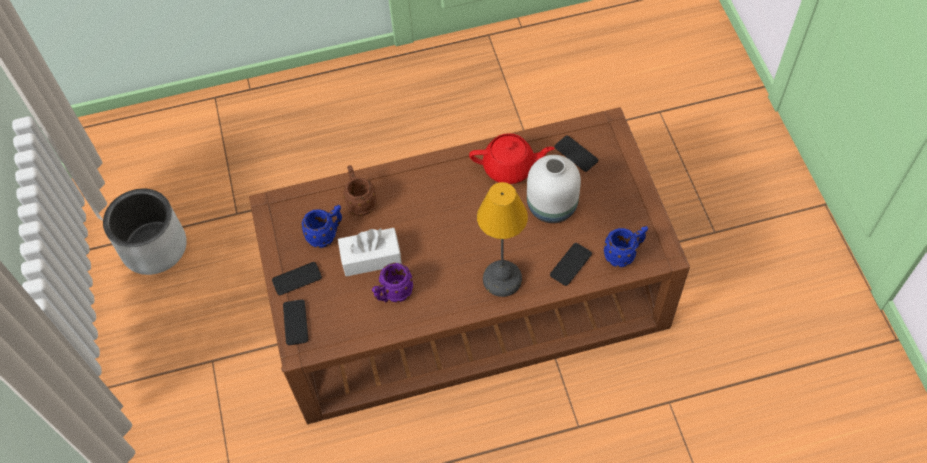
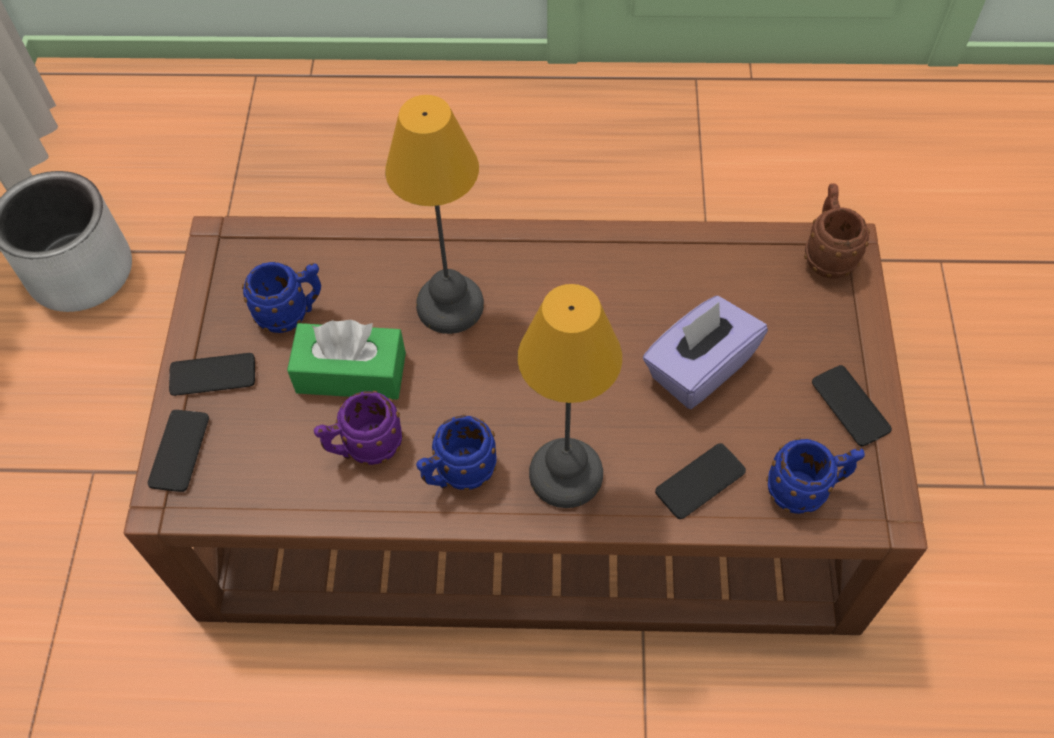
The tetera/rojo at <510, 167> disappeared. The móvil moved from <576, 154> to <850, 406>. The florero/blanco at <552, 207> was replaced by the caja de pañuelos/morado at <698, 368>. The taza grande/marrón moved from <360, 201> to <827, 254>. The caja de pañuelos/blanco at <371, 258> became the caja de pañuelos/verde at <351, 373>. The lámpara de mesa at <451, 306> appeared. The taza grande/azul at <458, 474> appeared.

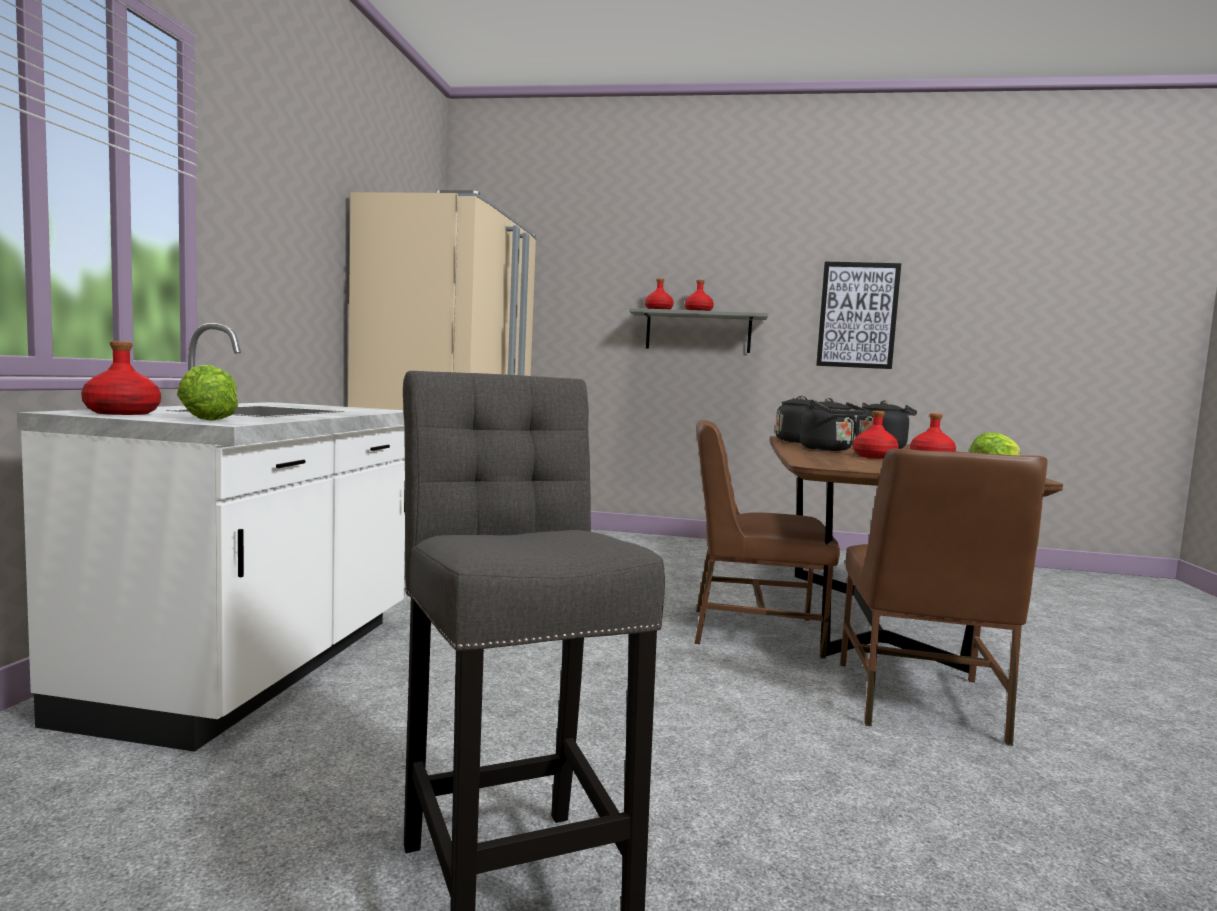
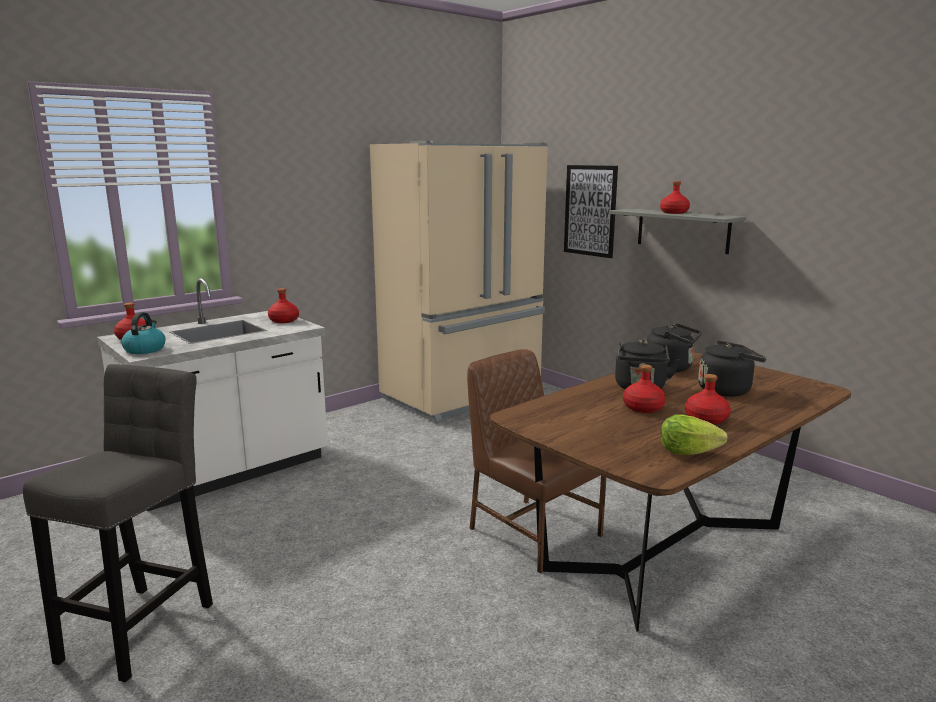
The cuadro moved from <857, 315> to <590, 210>. The botella/rojo moved from <658, 310> to <283, 320>. The lechuga at <205, 419> was replaced by the hervidor at <145, 349>. The silla/marrón at <920, 702> disappeared.

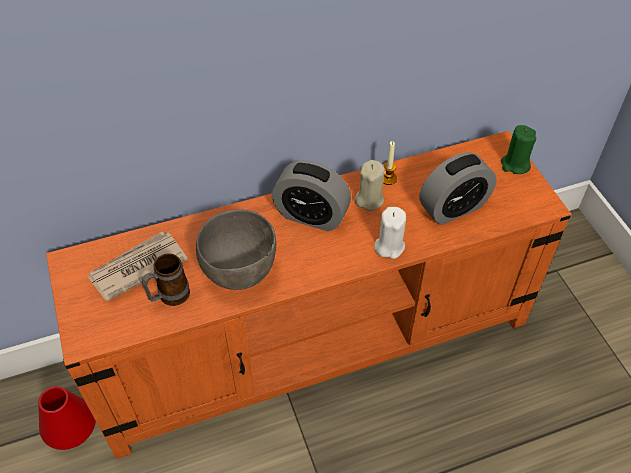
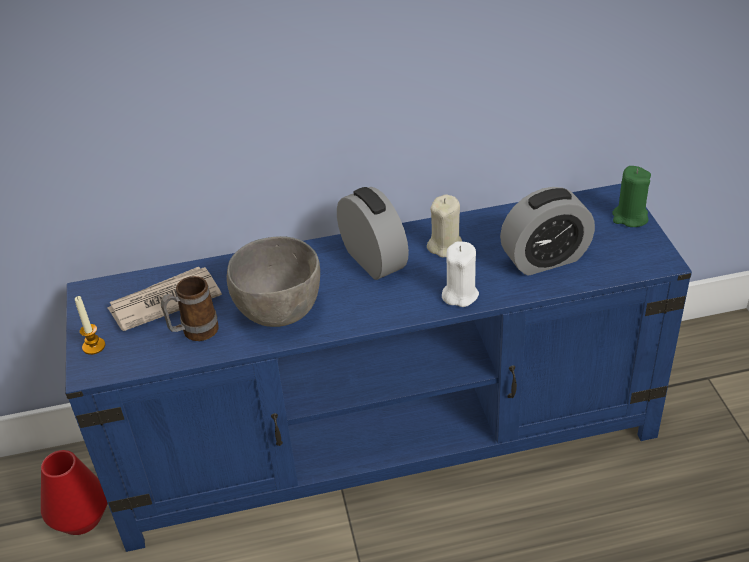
The mueble de televisión/naranja at <316, 342> became the mueble de televisión/azul at <387, 440>. The vela moved from <388, 178> to <94, 346>. The despertador at <311, 216> turned 150 degrees counterclockwise.

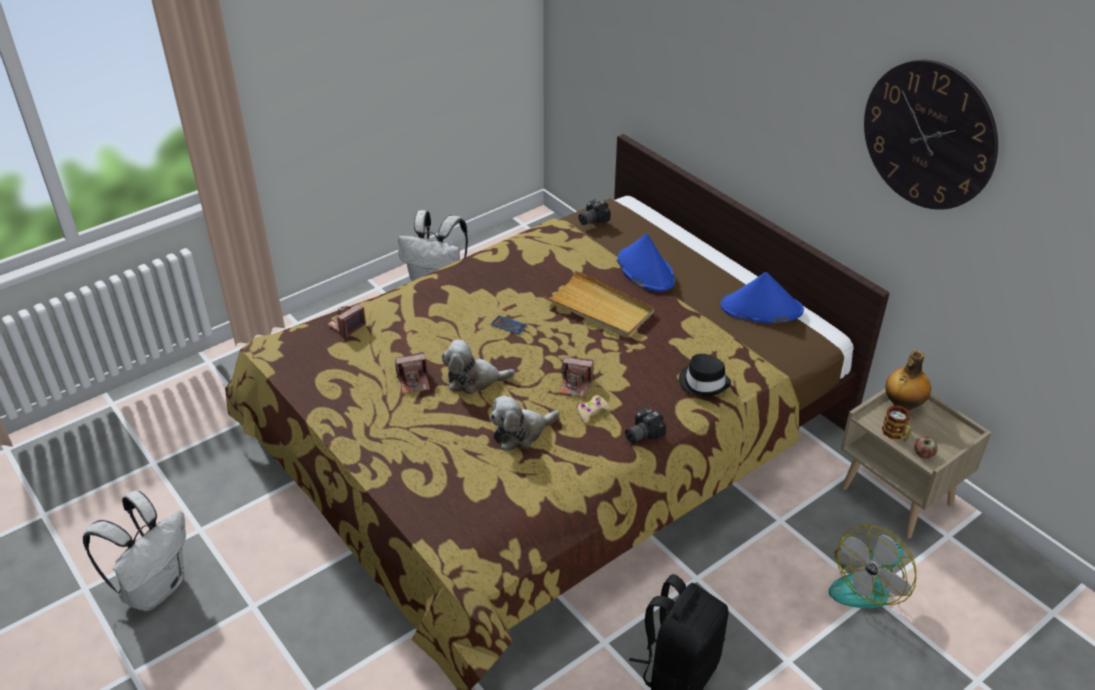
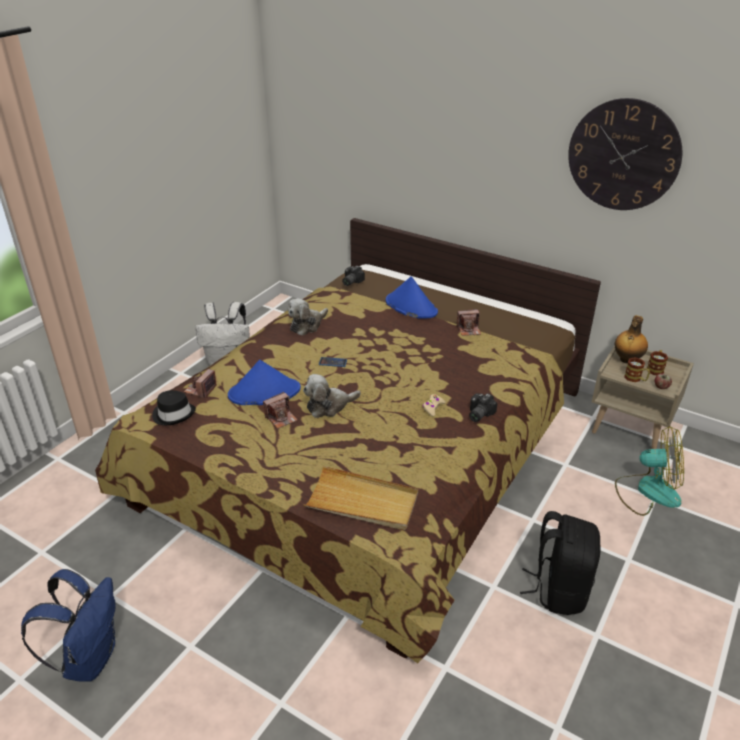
The bandeja/beis moved from <600, 308> to <362, 502>. The sombrero/azul moved from <761, 308> to <264, 392>. The sombrero/negro moved from <703, 382> to <173, 414>. The cámara moved from <575, 385> to <469, 329>. The peluche moved from <521, 433> to <307, 325>. The mochila/blanco at <155, 587> became the mochila/azul at <90, 658>. The ventilador at <868, 584> turned 105 degrees counterclockwise. The taza grande at <655, 368> appeared.

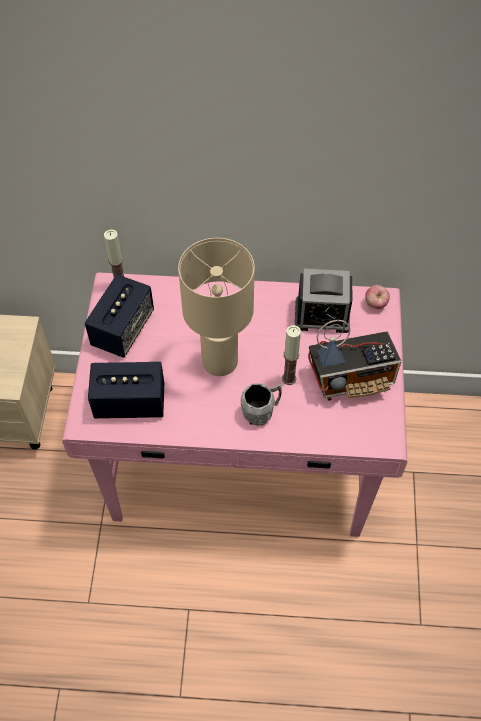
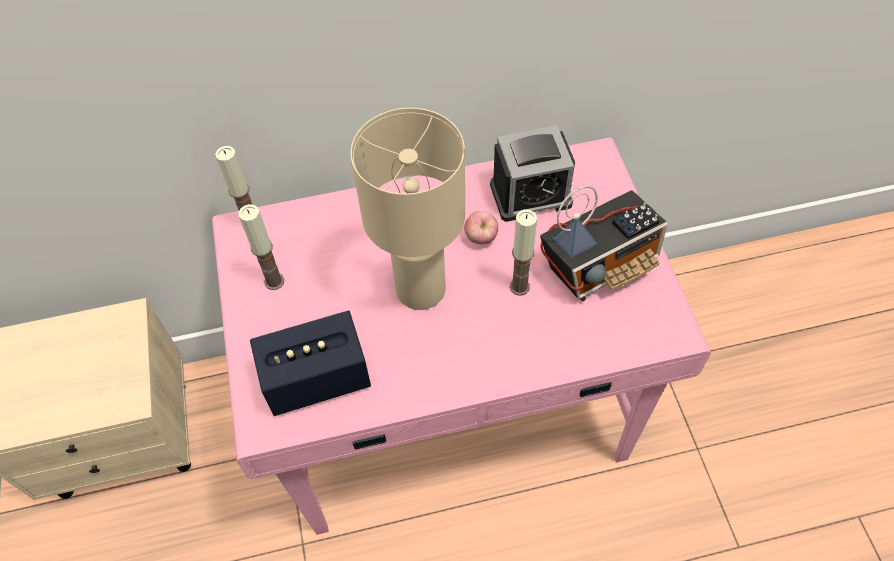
The altavoz at <123, 329> was replaced by the vela at <274, 281>. The manzana moved from <375, 304> to <481, 238>. The taza grande/gris at <261, 412> disappeared.

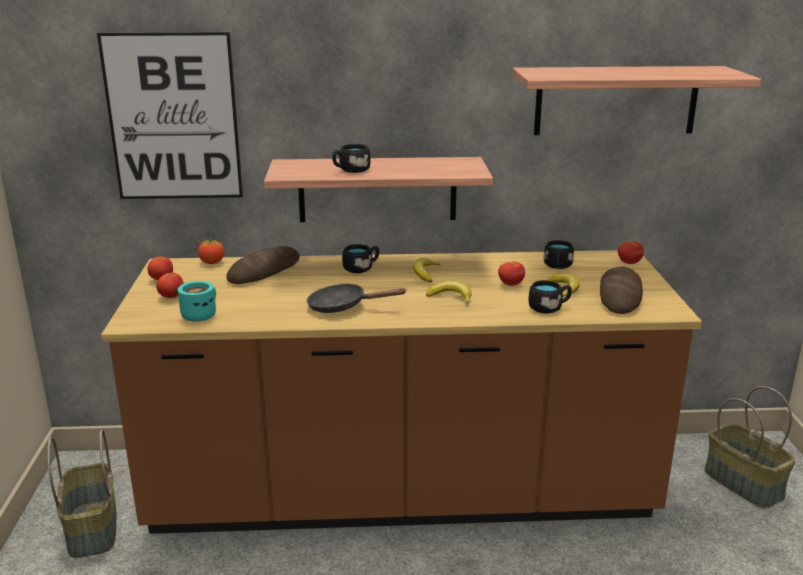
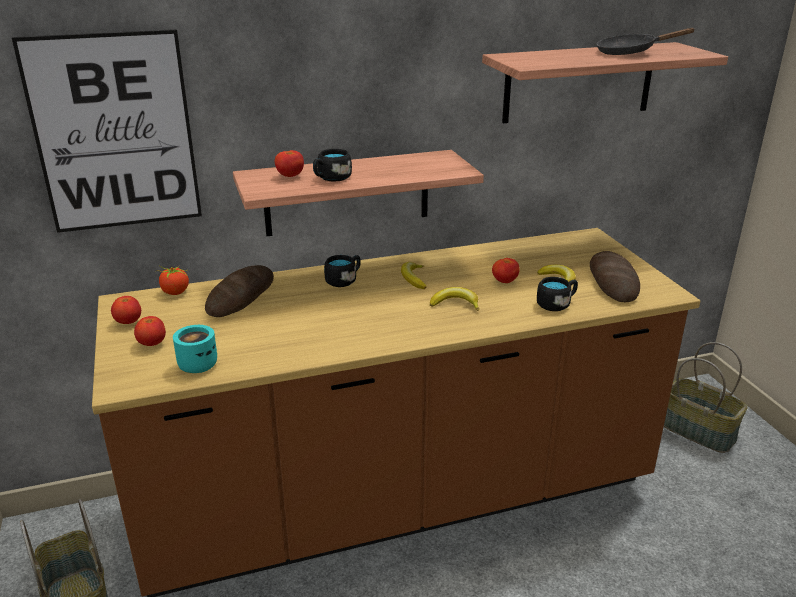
The taza grande/negro at <557, 266> disappeared. The tomate moved from <629, 263> to <290, 176>. The sartén/negro moved from <343, 306> to <631, 52>.

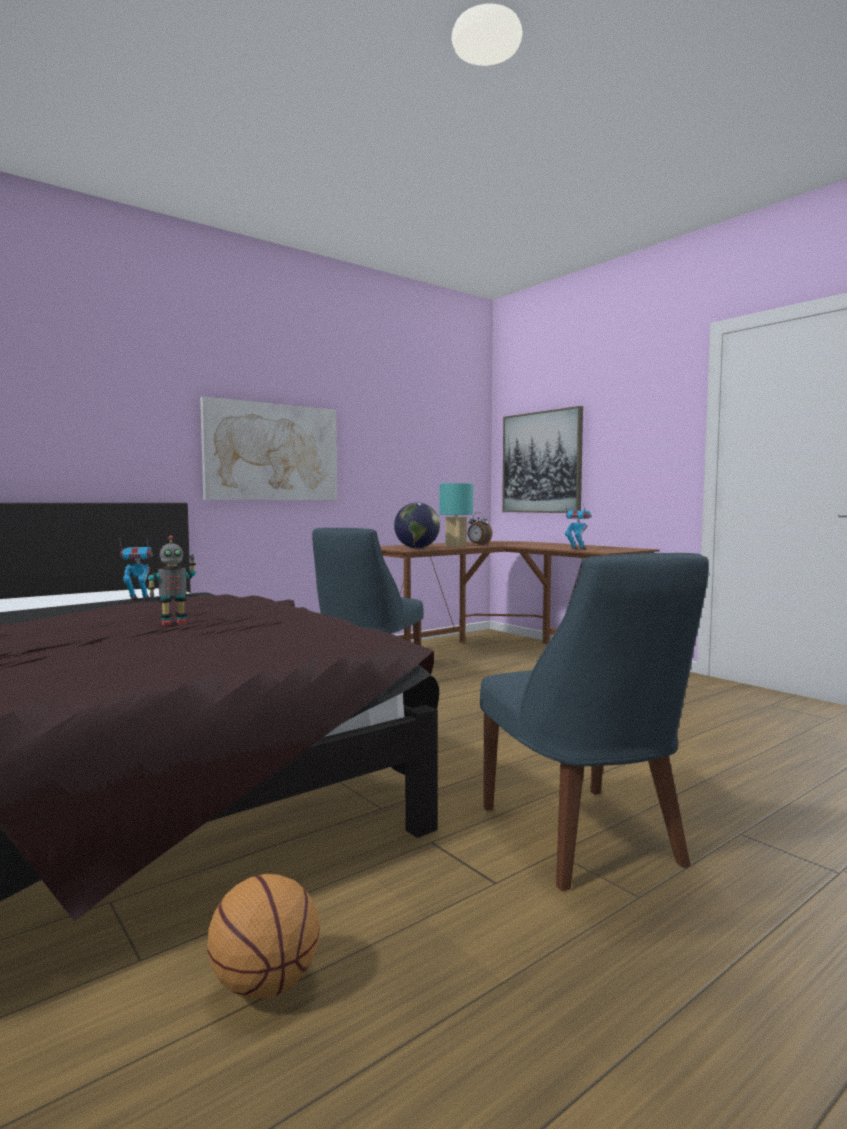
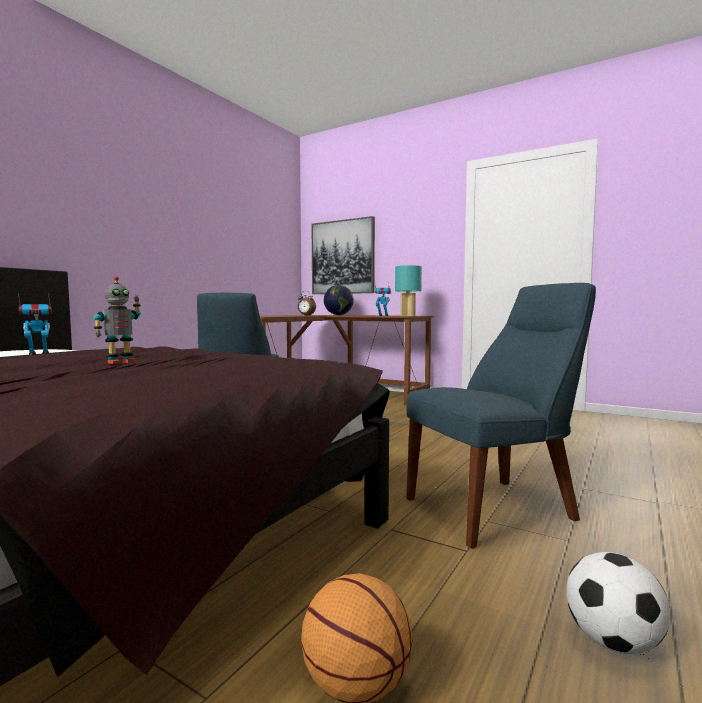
The cuadro at <272, 452> disappeared. The lámpara de mesa/turquesa moved from <456, 546> to <408, 316>. The globo terráqueo moved from <416, 548> to <338, 315>. The silla/azul at <584, 839> turned 75 degrees counterclockwise. The balón de fútbol at <613, 642> appeared.

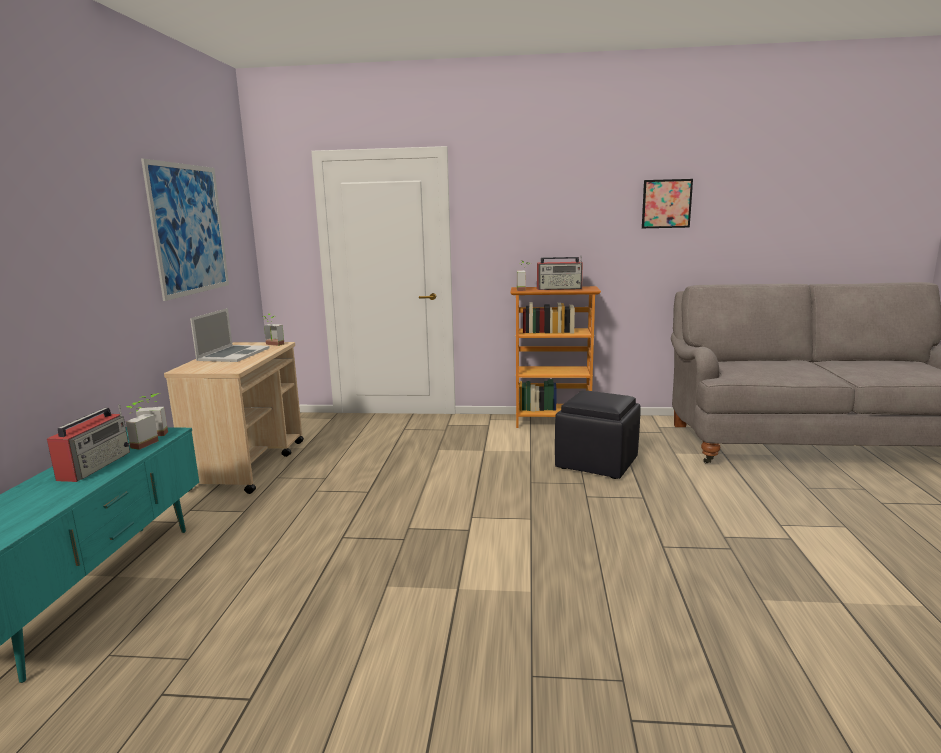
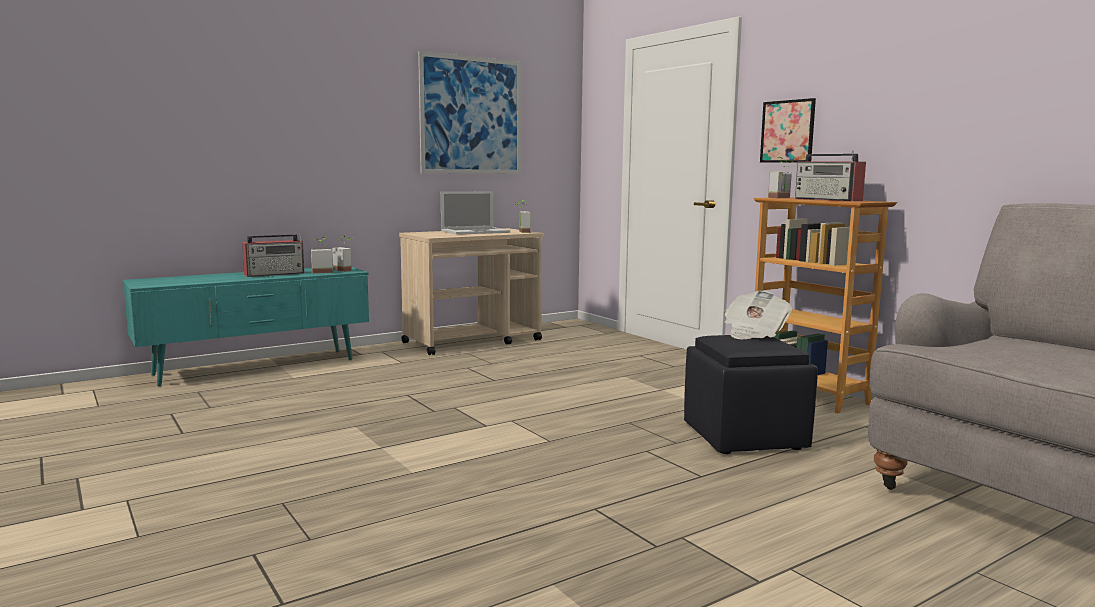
The cuadro moved from <666, 203> to <787, 131>. The periódico at <754, 333> appeared.

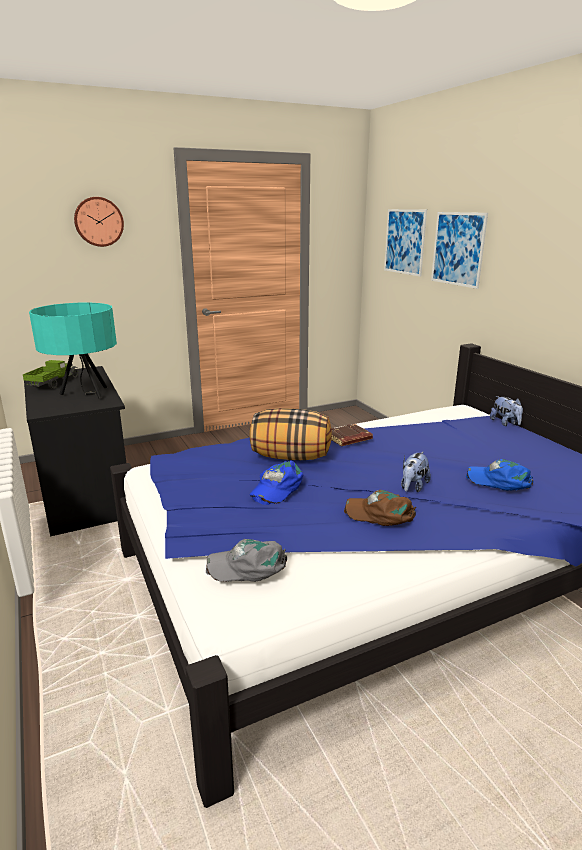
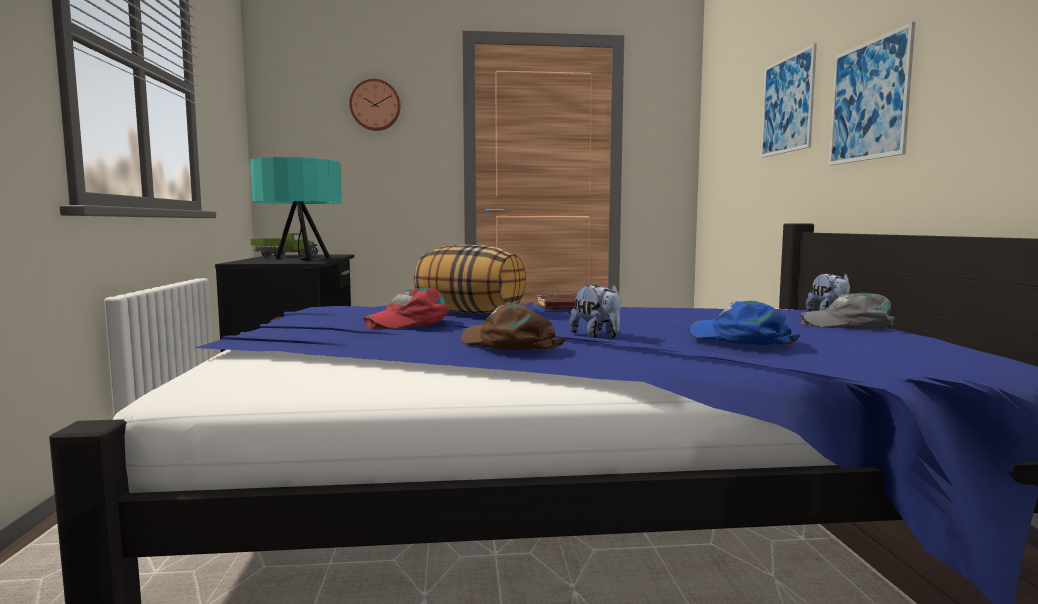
The cuadro moved from <404, 242> to <869, 101>. The peluche at <413, 487> turned 75 degrees counterclockwise. The gorra/azul at <276, 488> became the gorra/rojo at <408, 322>. The gorra/gris moved from <248, 566> to <848, 324>.

